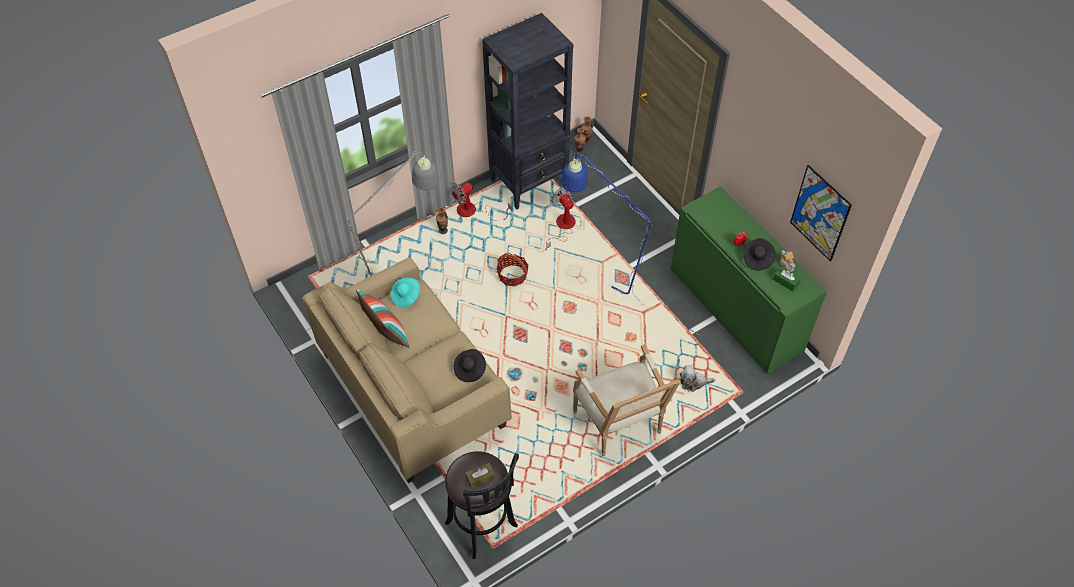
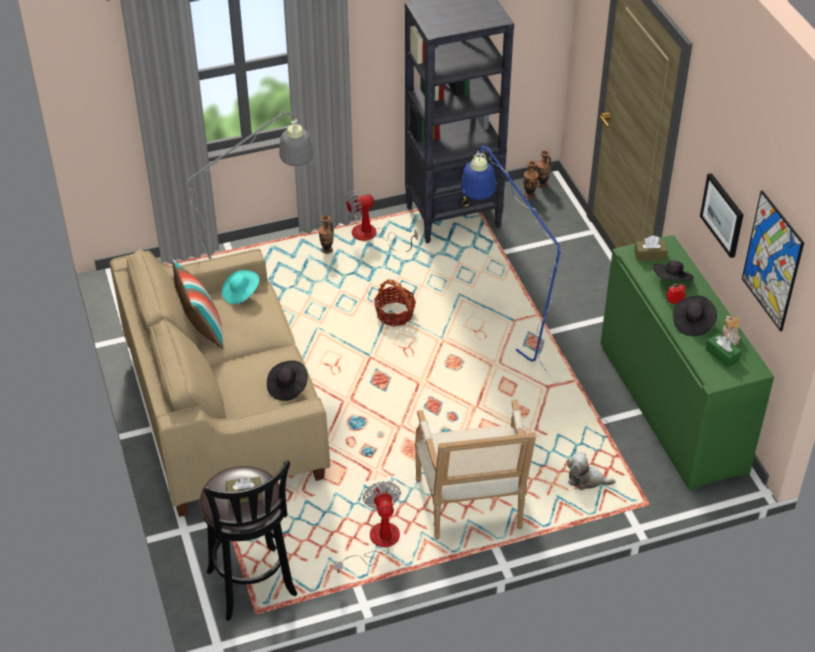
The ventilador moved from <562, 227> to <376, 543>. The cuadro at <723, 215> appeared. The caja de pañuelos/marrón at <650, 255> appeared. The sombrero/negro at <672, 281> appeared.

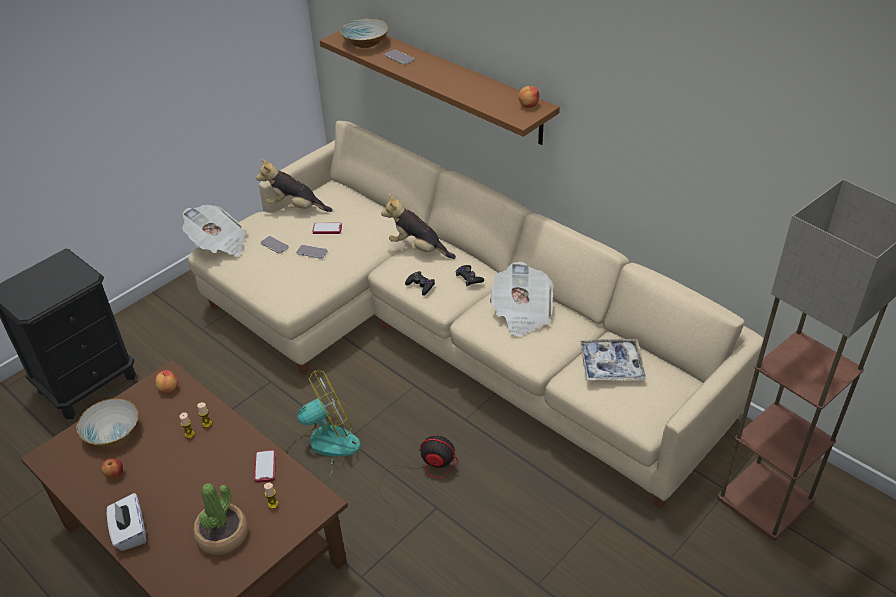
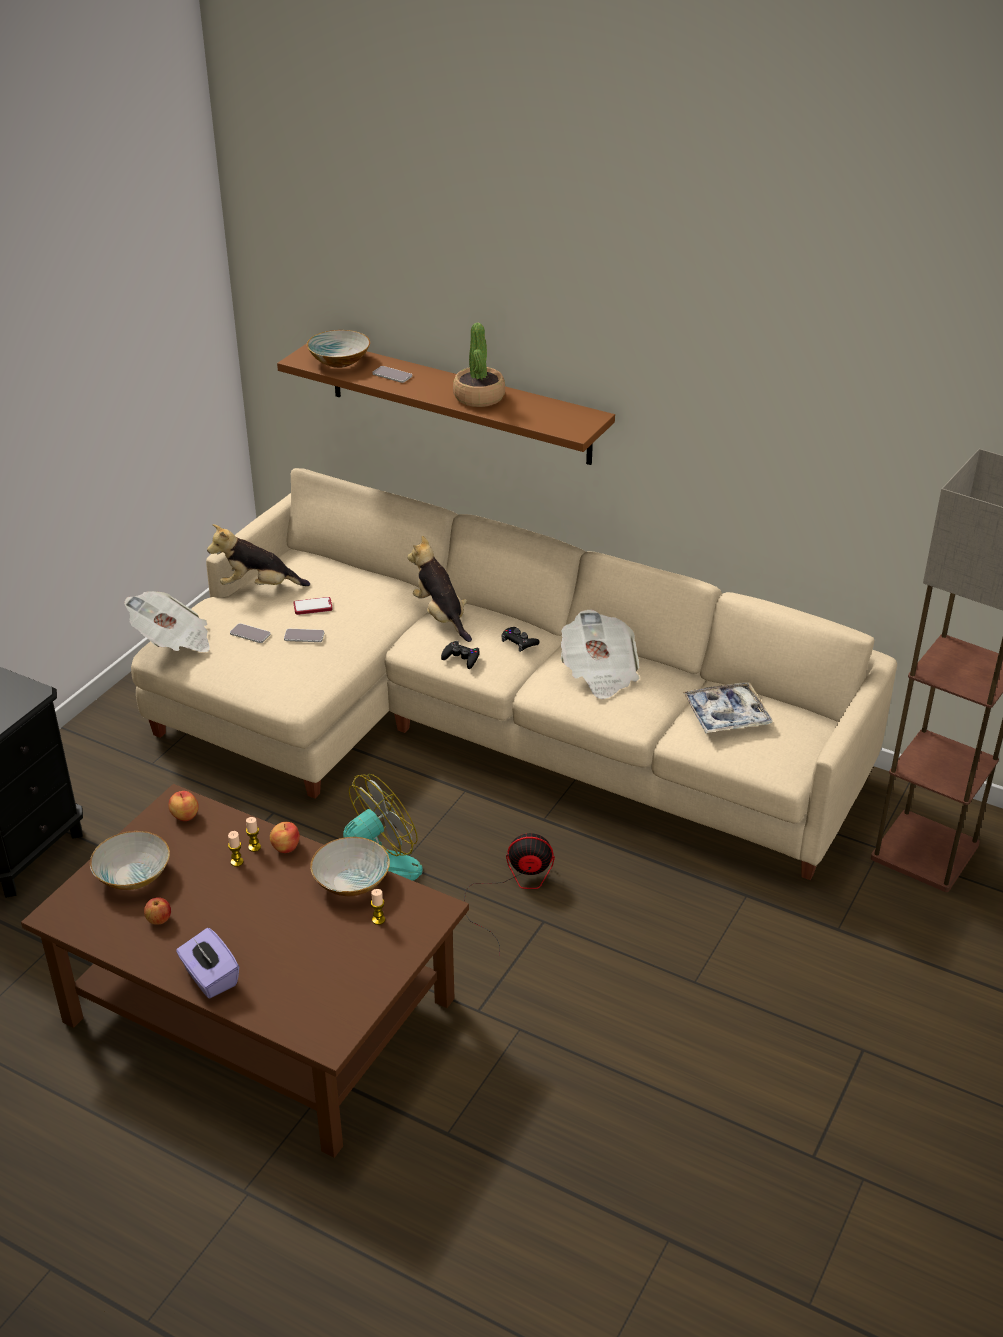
The manzana moved from <528, 105> to <285, 847>. The peluche at <418, 249> turned 45 degrees clockwise. The móvil at <265, 467> was replaced by the cuenco at <351, 882>. The planta en maceta moved from <223, 535> to <479, 397>. The caja de pañuelos/blanco at <130, 532> became the caja de pañuelos/morado at <210, 977>.

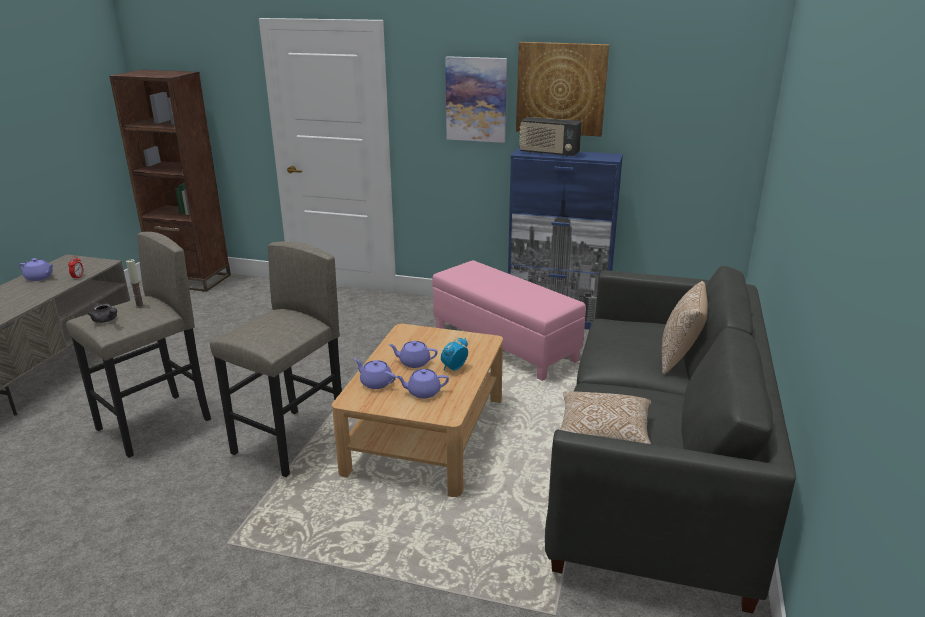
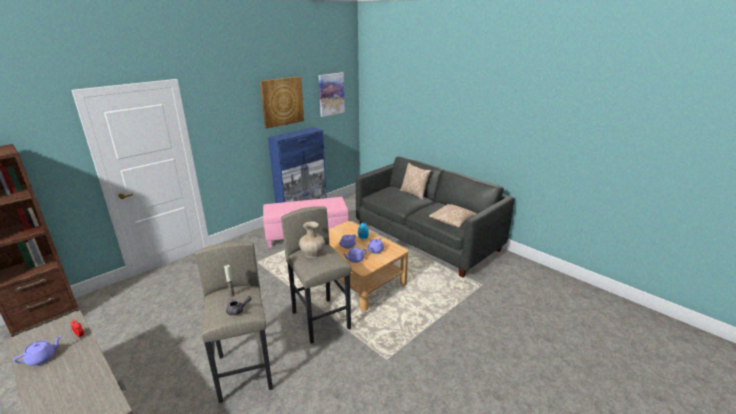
The cuadro moved from <476, 99> to <331, 94>. The radio at <549, 153> disappeared. The florero/beis at <312, 253> appeared.

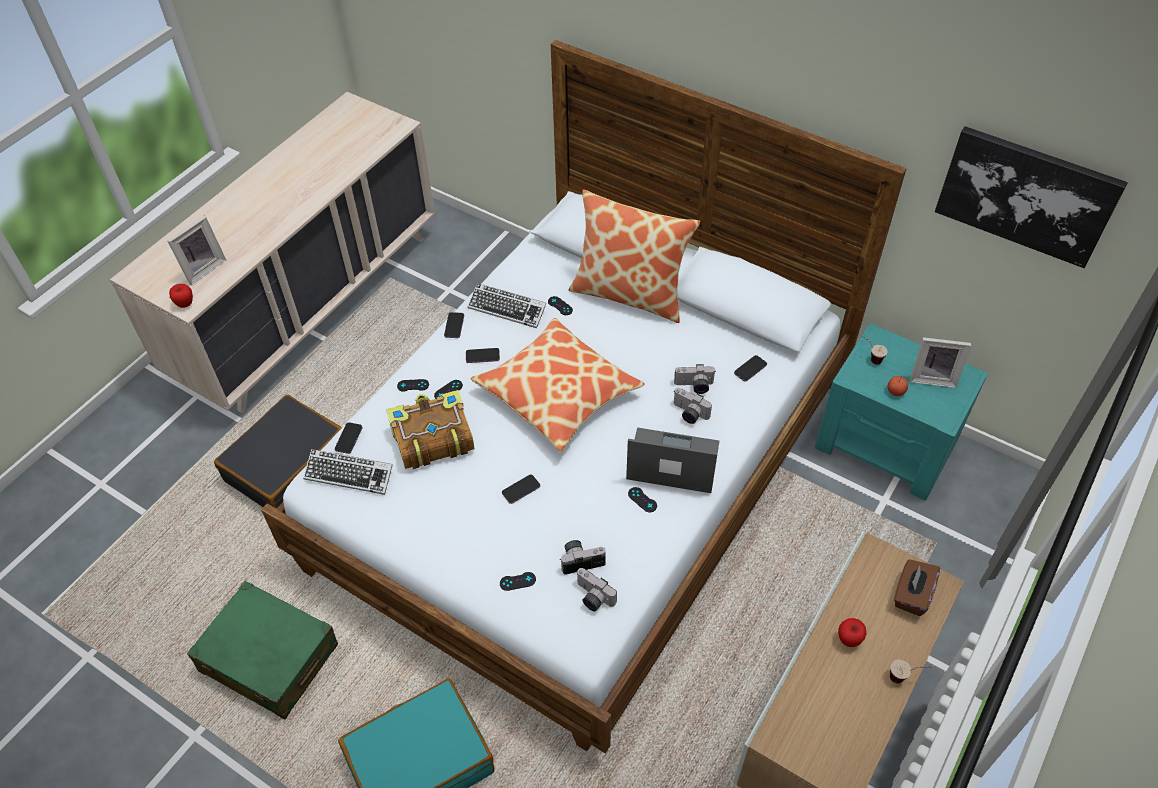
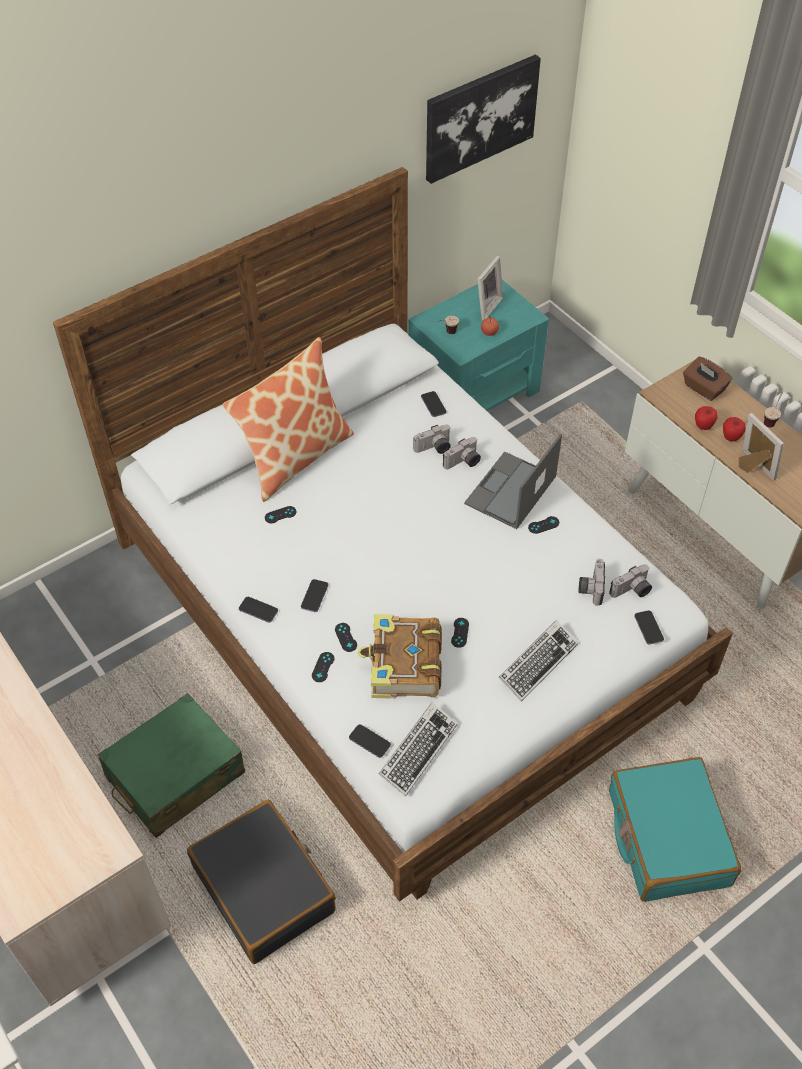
The portarretratos moved from <203, 268> to <752, 468>. The teclado moved from <507, 309> to <537, 663>. The manzana moved from <185, 304> to <703, 426>. The cojín at <558, 393> disappeared. The cámara at <694, 386> turned 45 degrees clockwise. The móvil moved from <521, 490> to <648, 628>. The mando de consola/negro moved from <517, 581> to <460, 632>. The maleta/verde moved from <269, 658> to <175, 775>.

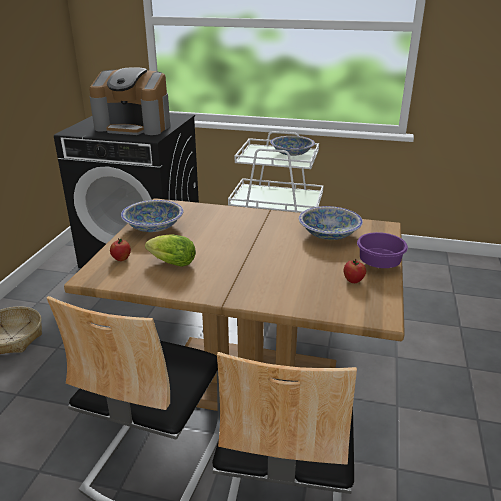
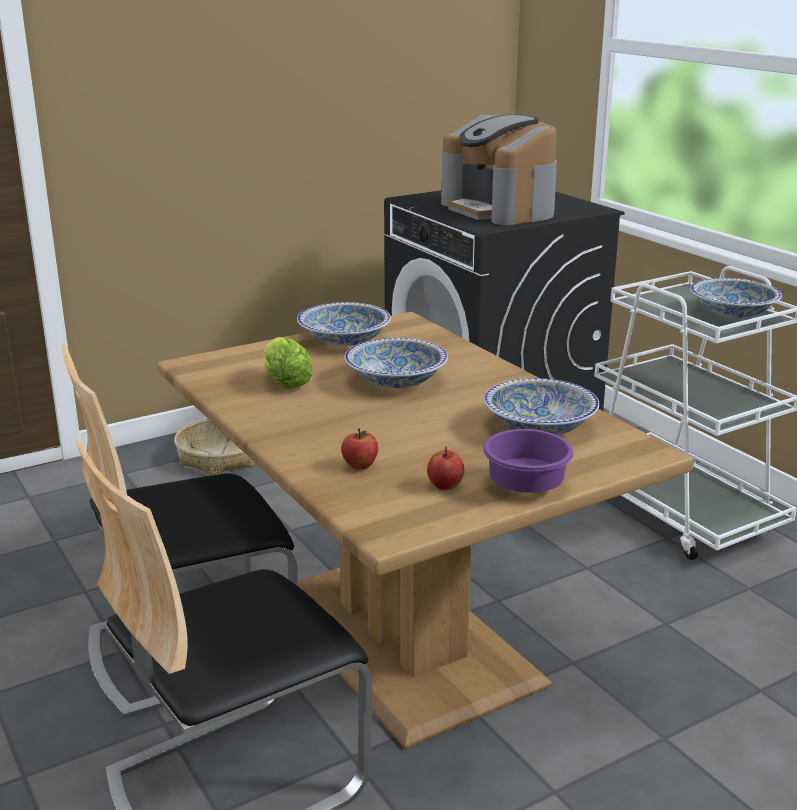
The manzana moved from <121, 259> to <360, 466>. The cuenco at <396, 381> appeared.

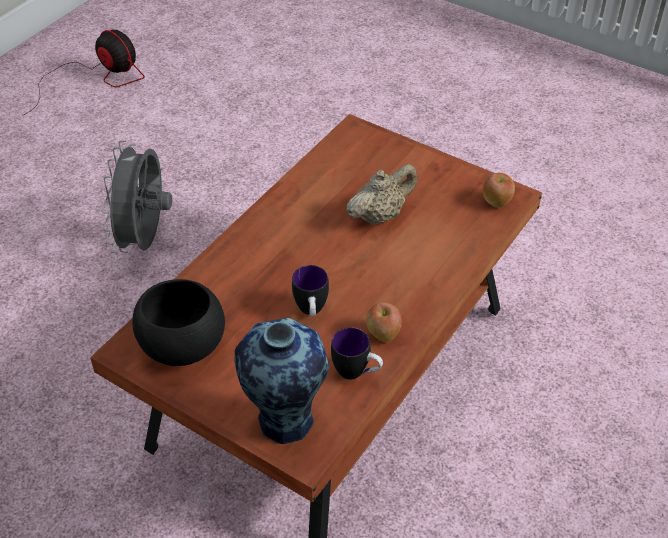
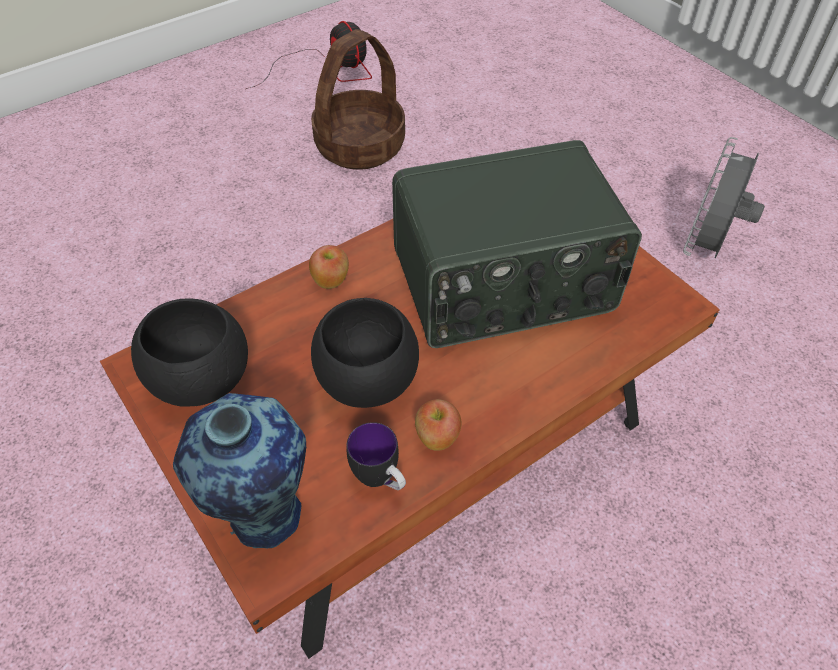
The ventilador/gris moved from <145, 240> to <706, 247>. The tetera/beis at <380, 215> was replaced by the radio at <504, 284>. The manzana moved from <497, 202> to <331, 281>. The taza grande at <311, 312> was replaced by the cuenco/negro at <365, 382>. The cesta at <360, 146> appeared.

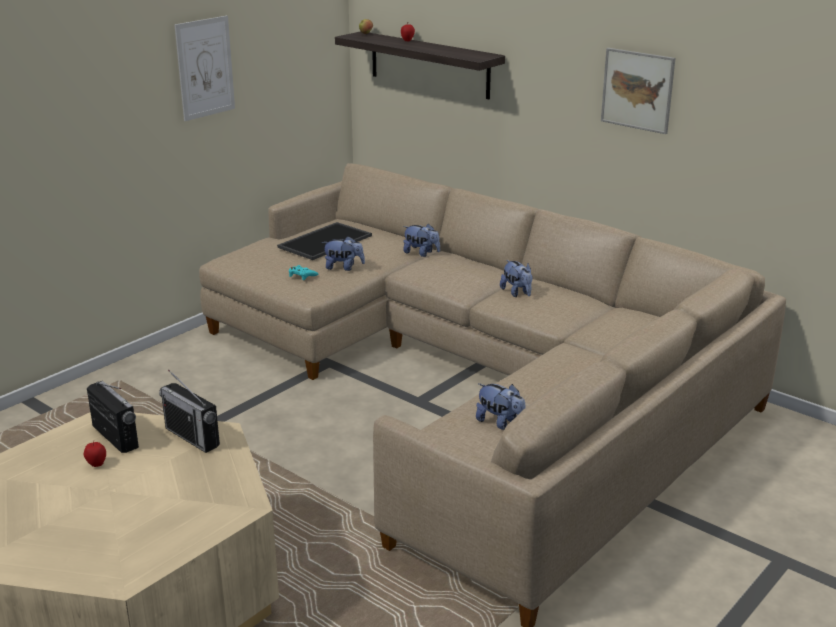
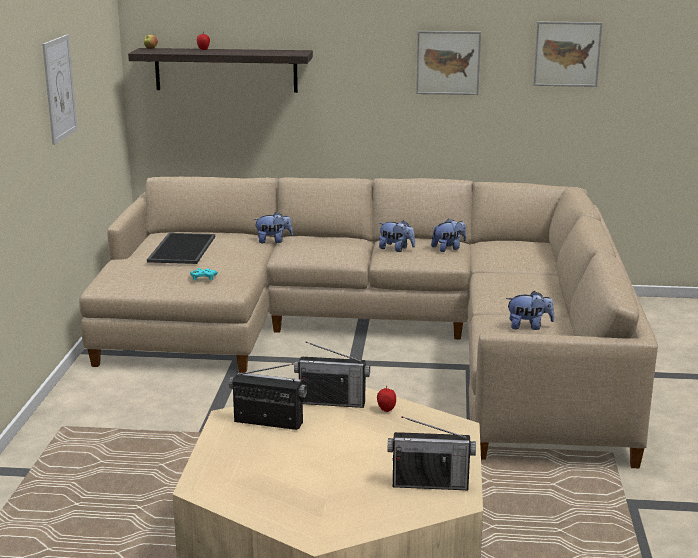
The peluche moved from <343, 267> to <448, 248>. The manzana moved from <96, 464> to <386, 410>. The cuadro at <567, 54> appeared. The radio at <430, 484> appeared.

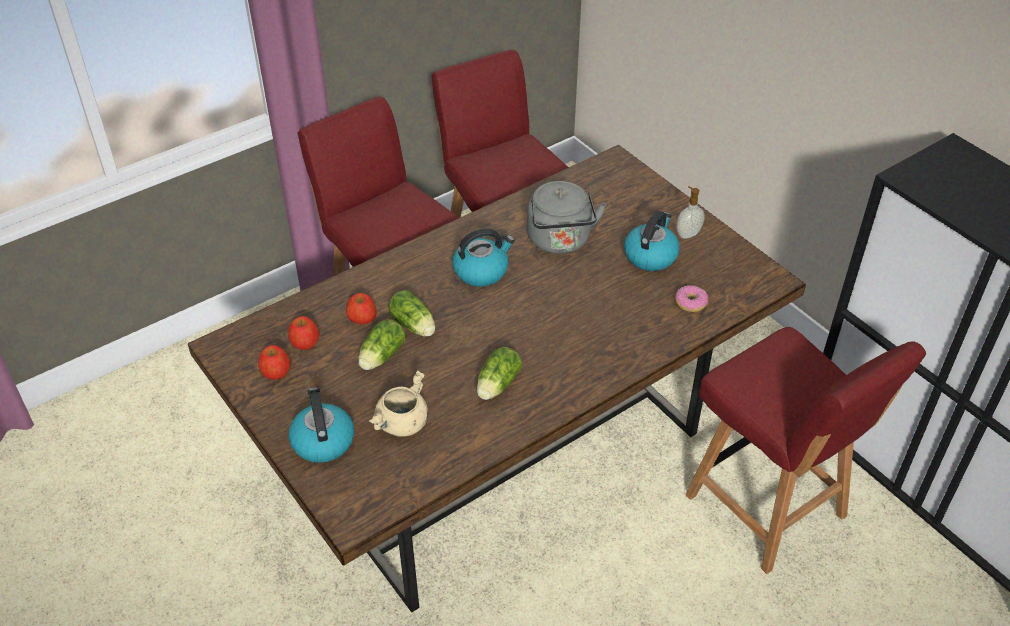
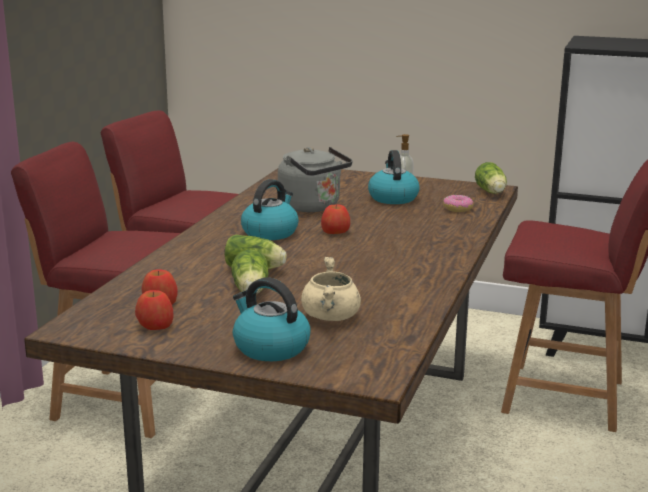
The manzana moved from <362, 318> to <335, 232>. The lechuga moved from <496, 386> to <491, 192>.

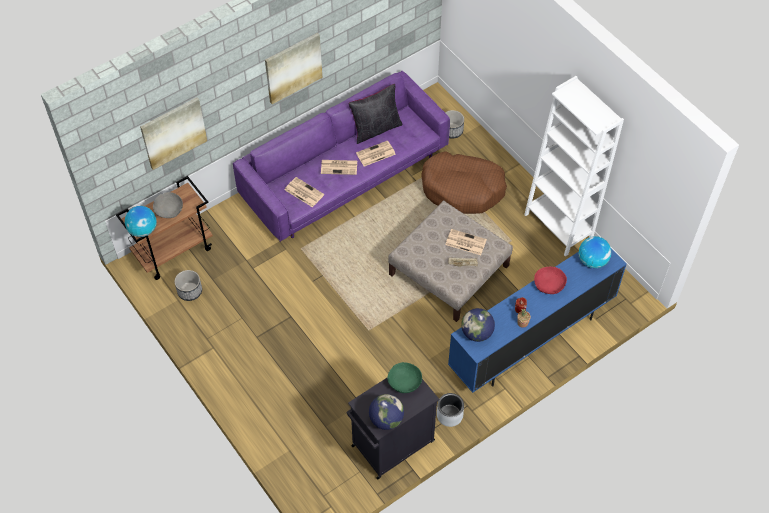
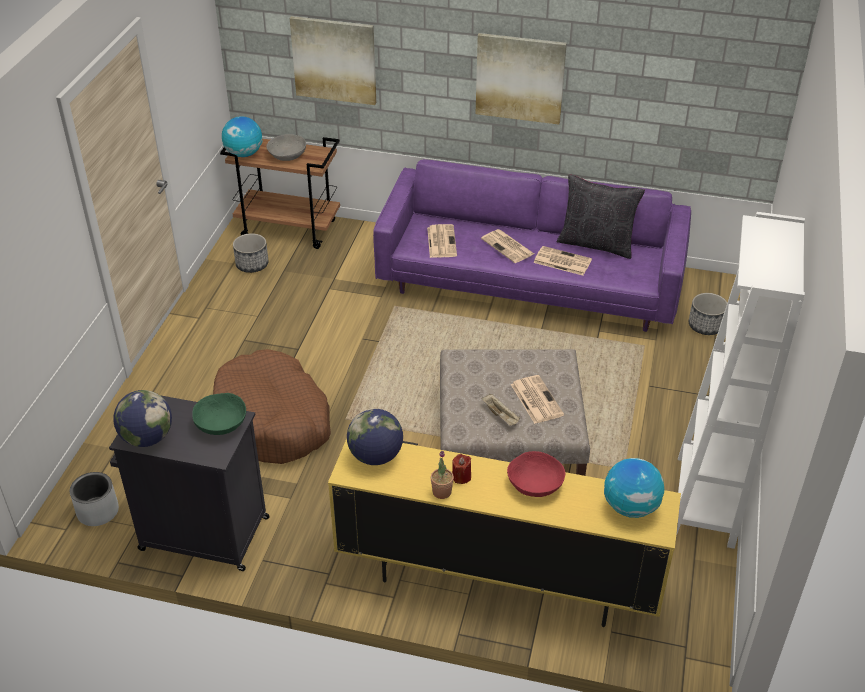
The cama para perro/marrón moved from <462, 189> to <272, 421>. The mueble de televisión/azul at <530, 341> became the mueble de televisión/amarillo at <496, 580>. The maceta/gris moved from <449, 415> to <97, 512>.

